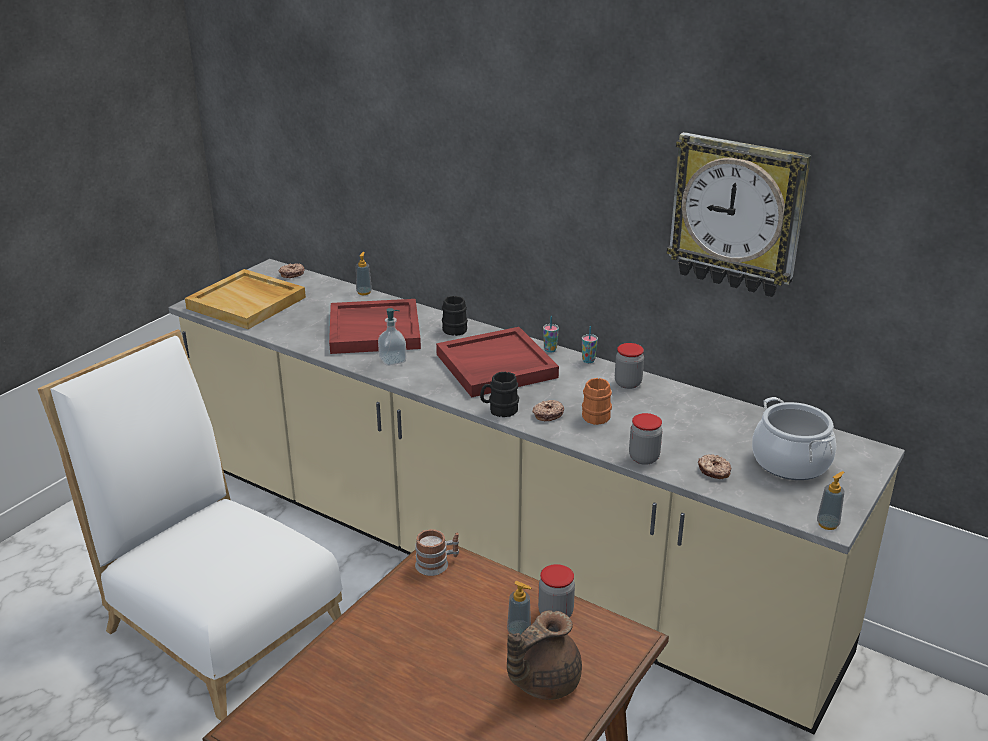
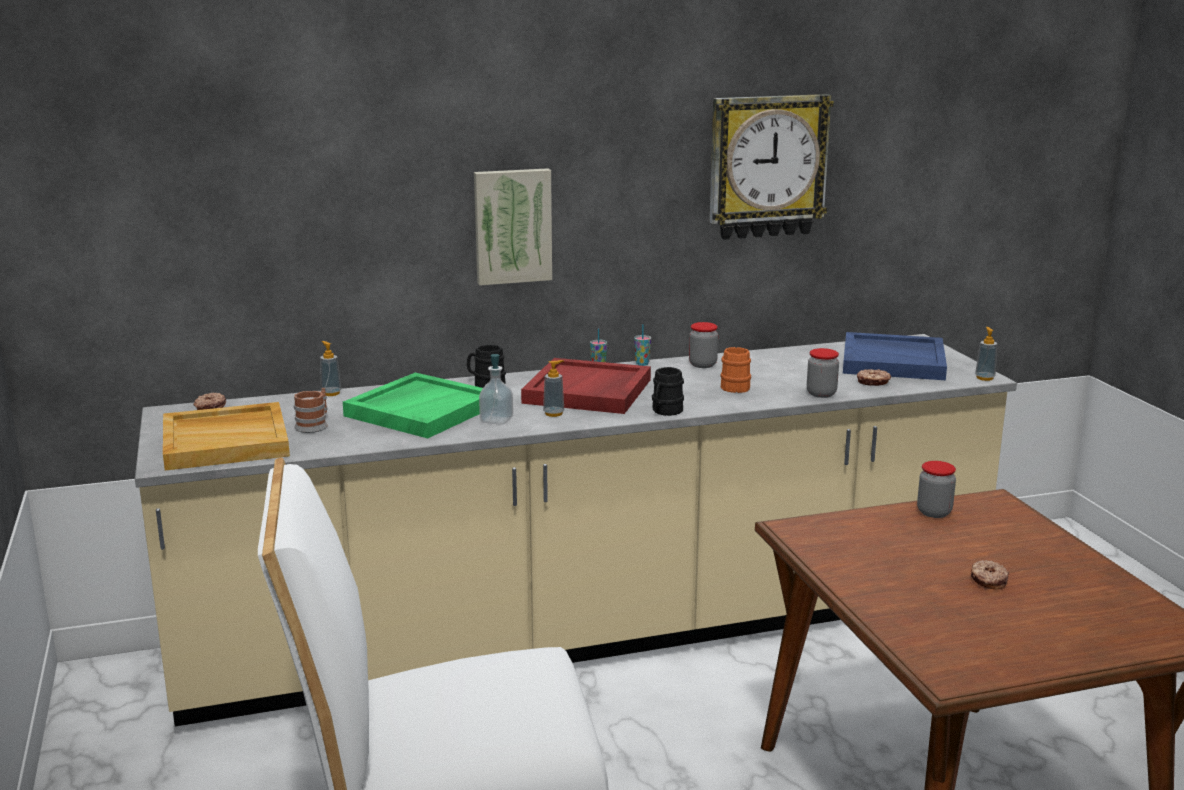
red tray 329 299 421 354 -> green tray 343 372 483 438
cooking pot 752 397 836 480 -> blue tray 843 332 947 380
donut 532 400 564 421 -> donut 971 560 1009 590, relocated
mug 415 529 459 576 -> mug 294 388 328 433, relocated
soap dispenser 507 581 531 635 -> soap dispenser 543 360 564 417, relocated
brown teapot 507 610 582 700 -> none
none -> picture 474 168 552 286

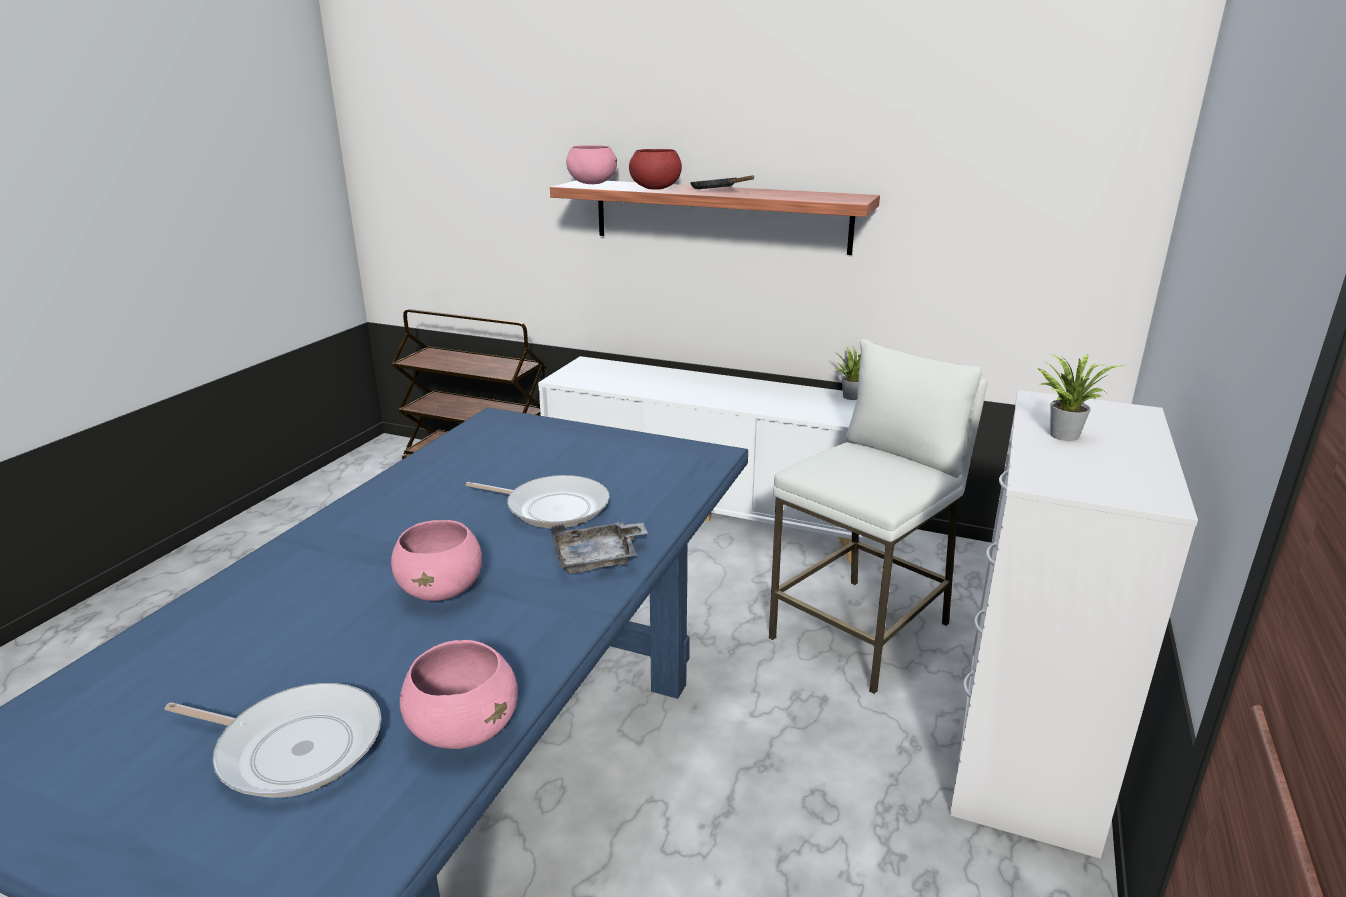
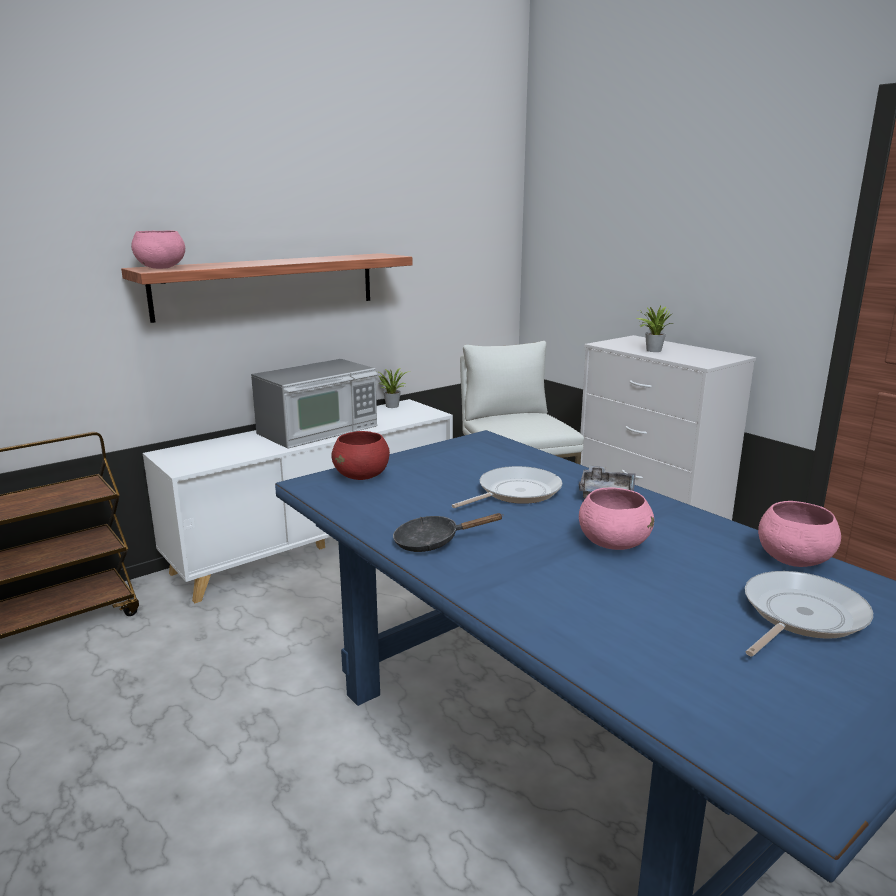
red bowl 629 149 682 189 -> red bowl 332 431 390 480, relocated
black frying pan 690 175 755 189 -> black frying pan 393 513 503 552, relocated
none -> microwave 251 359 378 449

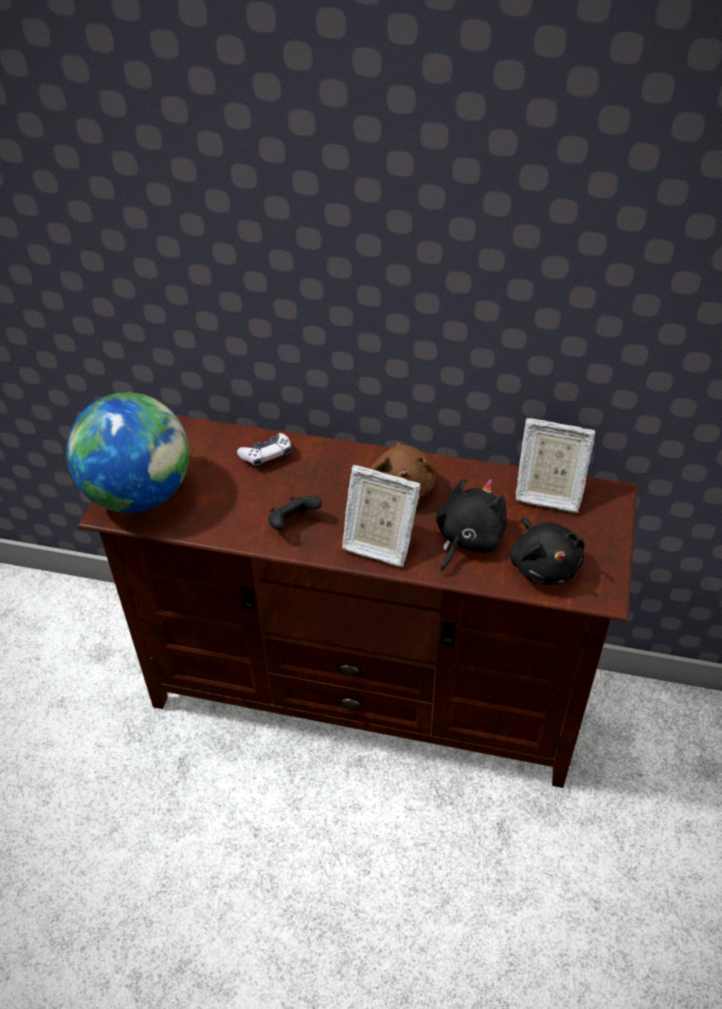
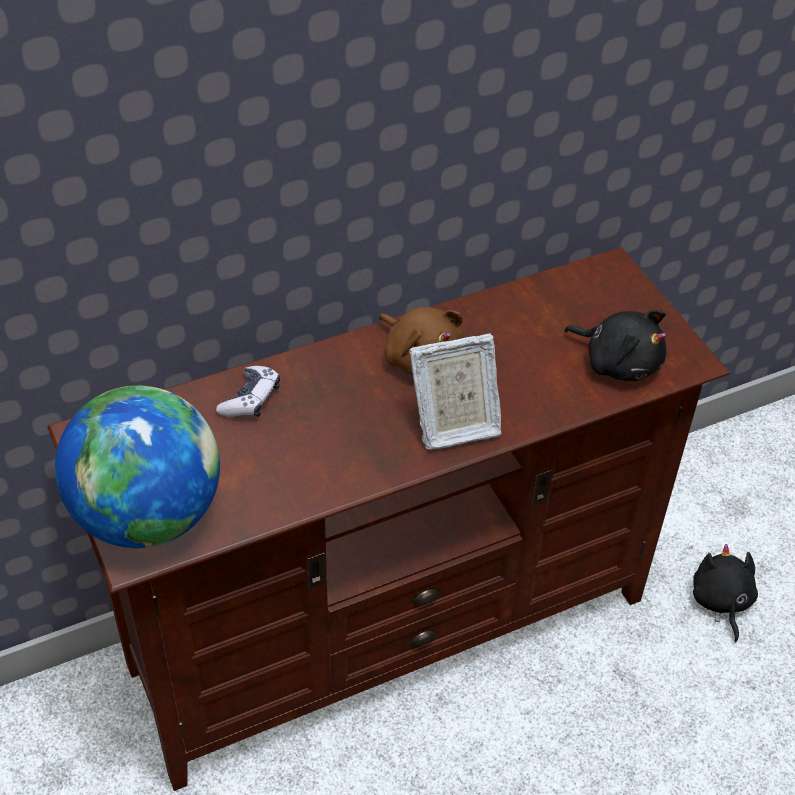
picture frame 515 418 595 513 -> none
black plush toy 436 477 507 572 -> black plush toy 693 544 758 642, relocated
black game controller 268 496 322 530 -> none

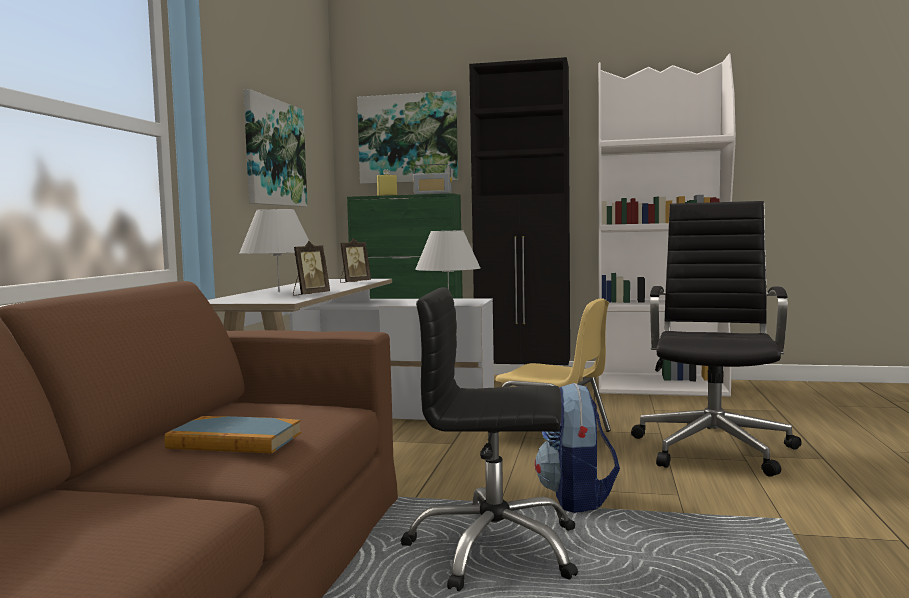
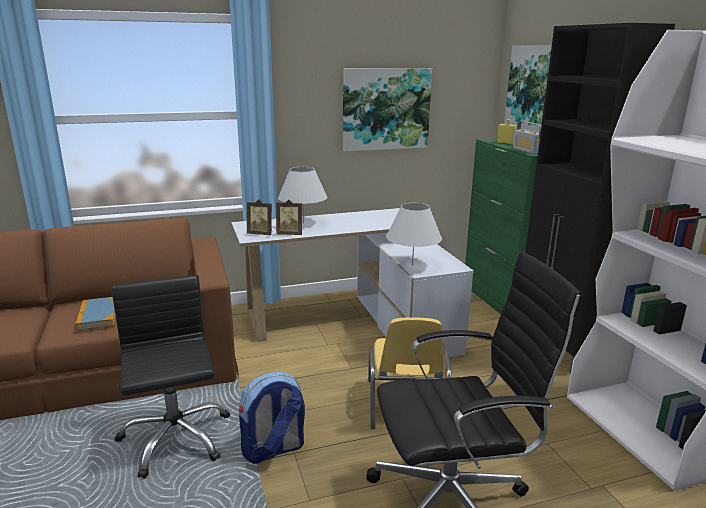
picture frame 340 238 371 283 -> picture frame 247 199 272 235, relocated

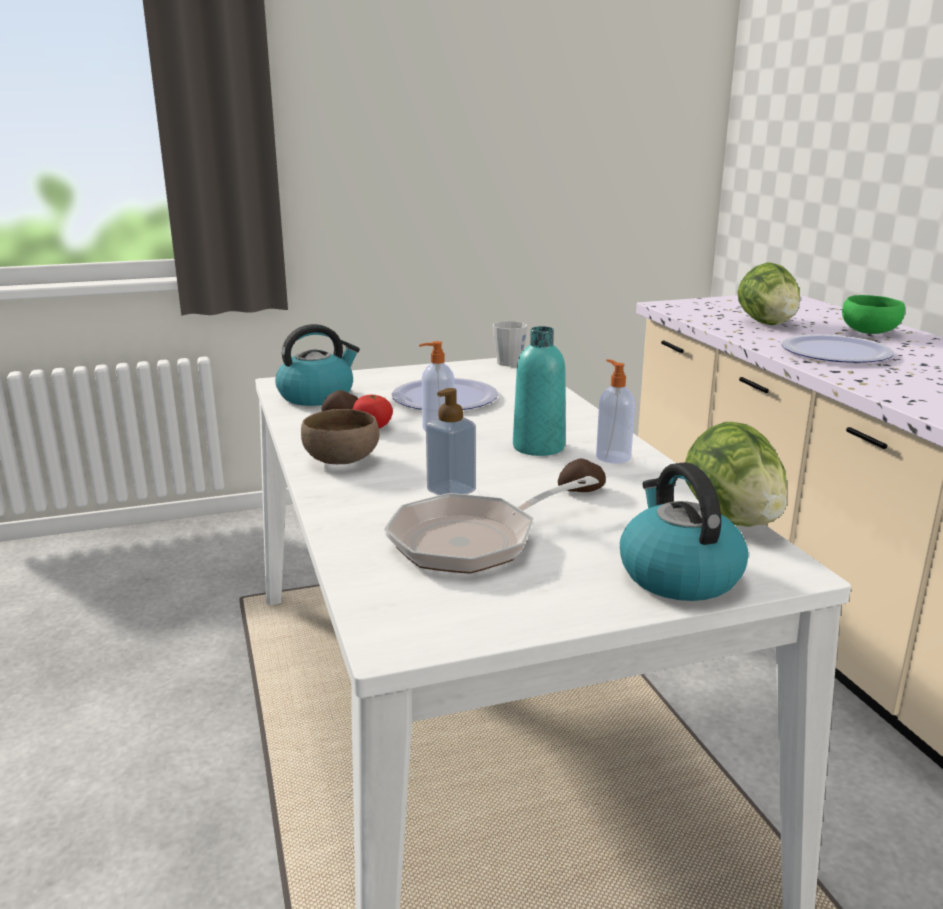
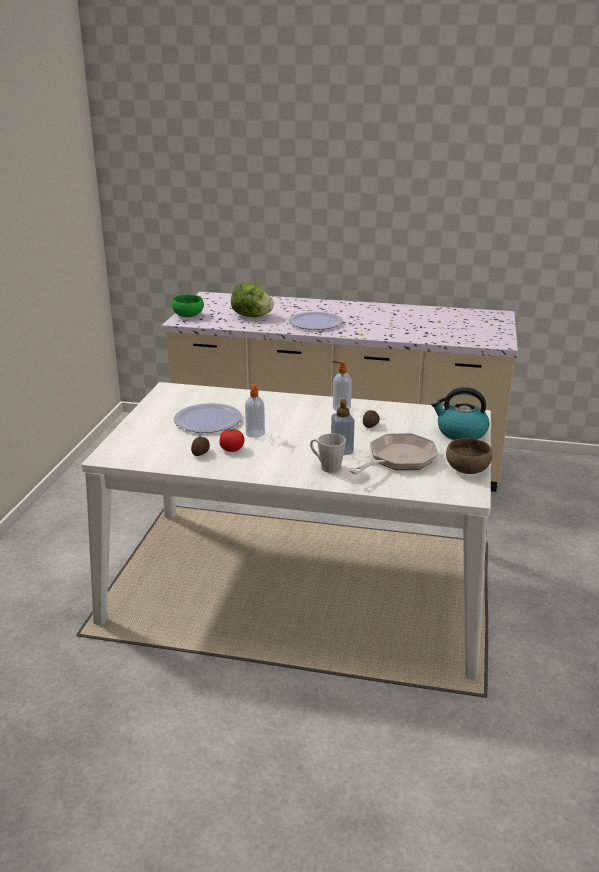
green bowl 842 295 905 334 -> green bowl 172 295 204 317, relocated
grey mug 493 321 527 366 -> grey mug 310 434 346 473, relocated
kettle 275 324 360 406 -> none
turquoise bottle 513 326 565 456 -> none
brown bowl 301 409 379 464 -> brown bowl 446 438 493 474, relocated
lettuce 685 422 787 527 -> none
frying pan 384 476 599 574 -> frying pan 350 433 439 474, 135 degrees counterclockwise

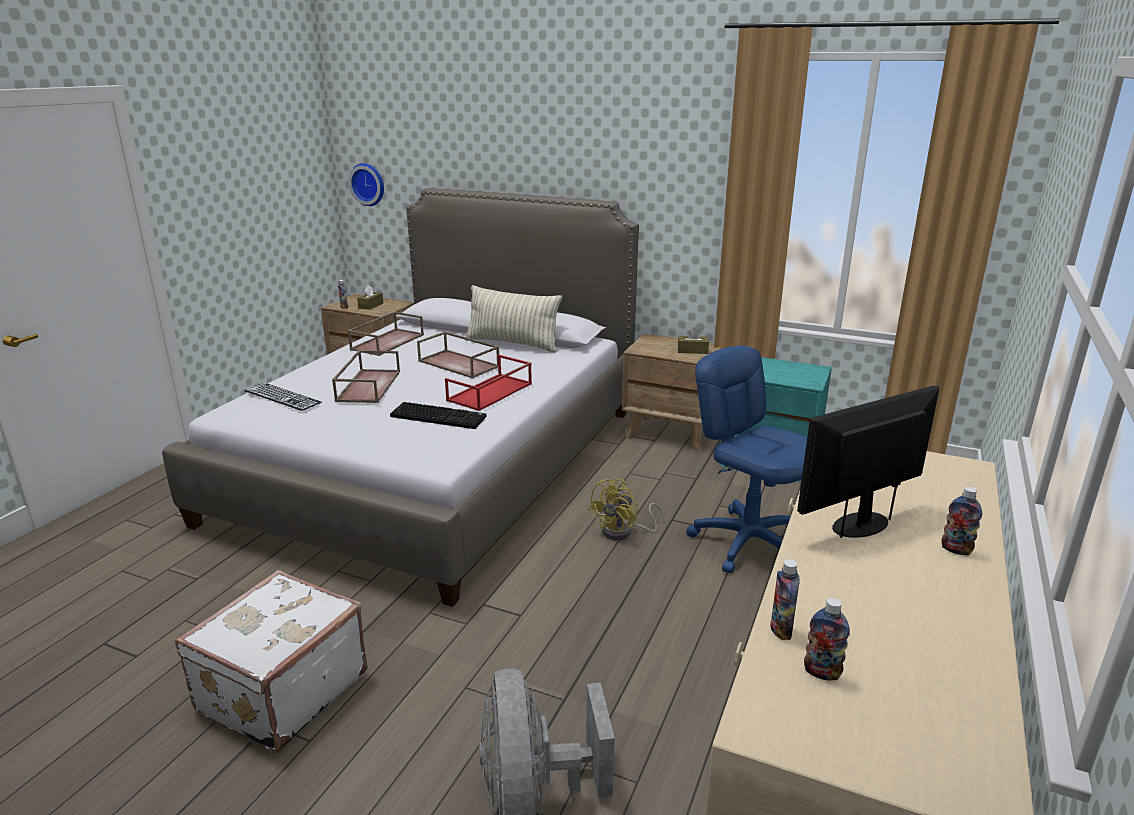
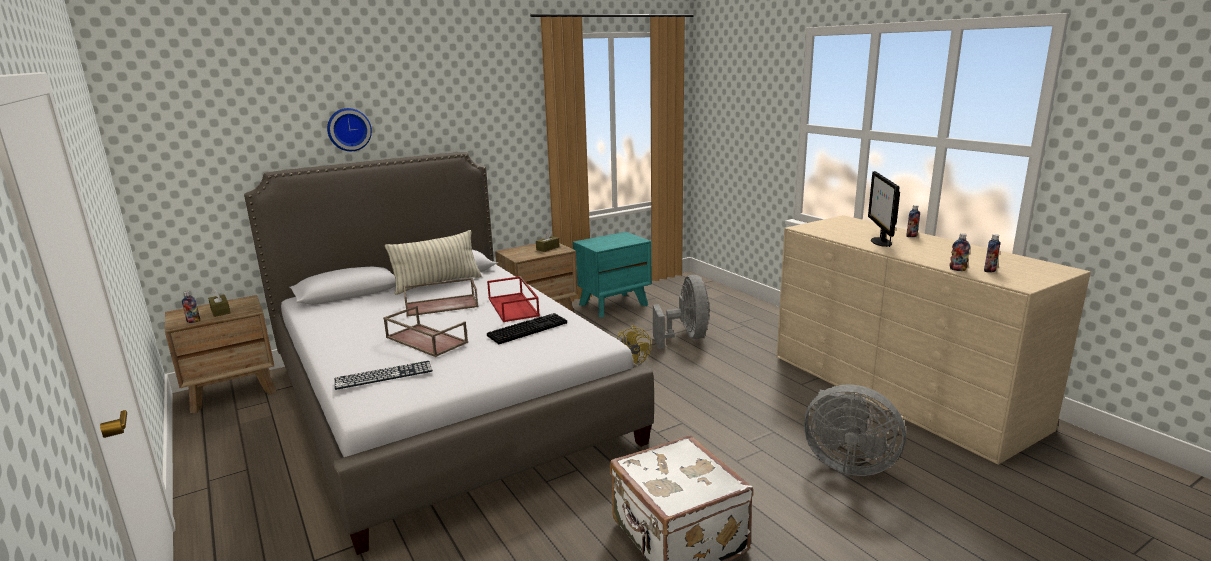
wall clock 349 163 384 206 -> wall clock 327 108 372 151, relocated
brown tray 348 311 424 356 -> none
blue office chair 686 346 807 573 -> grey fan 653 275 710 349

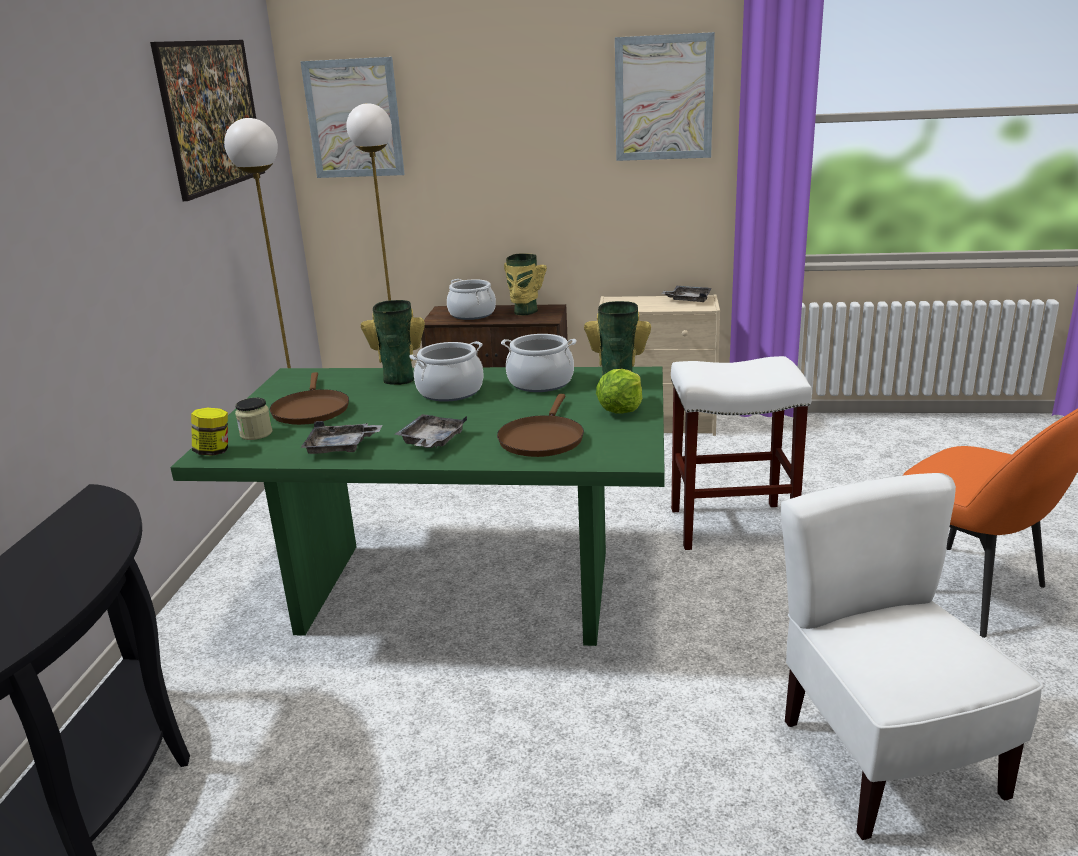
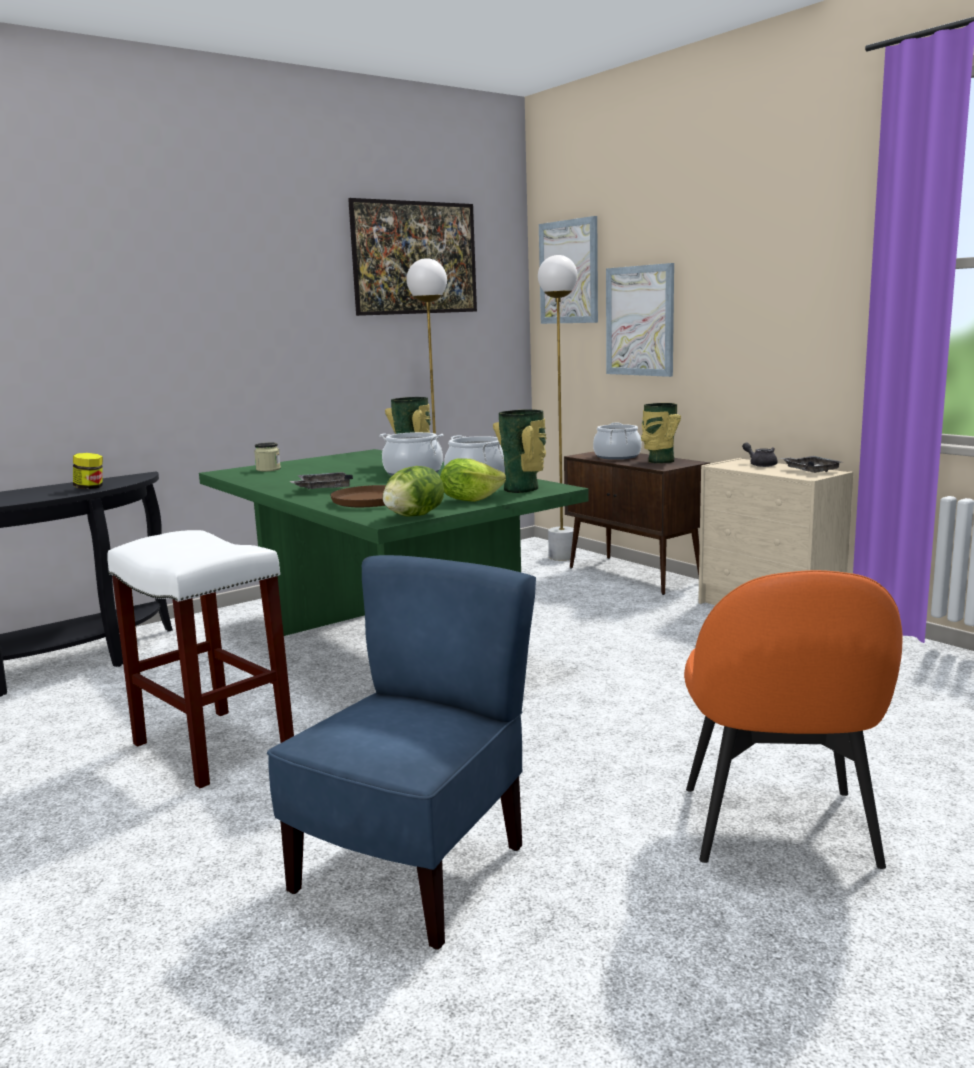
picture 615 32 715 161 -> picture 606 263 674 377, relocated
white stool 671 356 812 550 -> white stool 107 530 294 788, relocated
brown frying pan 270 372 349 425 -> none
jar 191 408 228 456 -> jar 73 453 103 489, relocated
grey tray 301 421 382 454 -> none
white chair 781 473 1044 840 -> blue chair 267 555 536 950
none -> grey teapot 742 442 778 467
none -> lettuce 383 466 444 517

